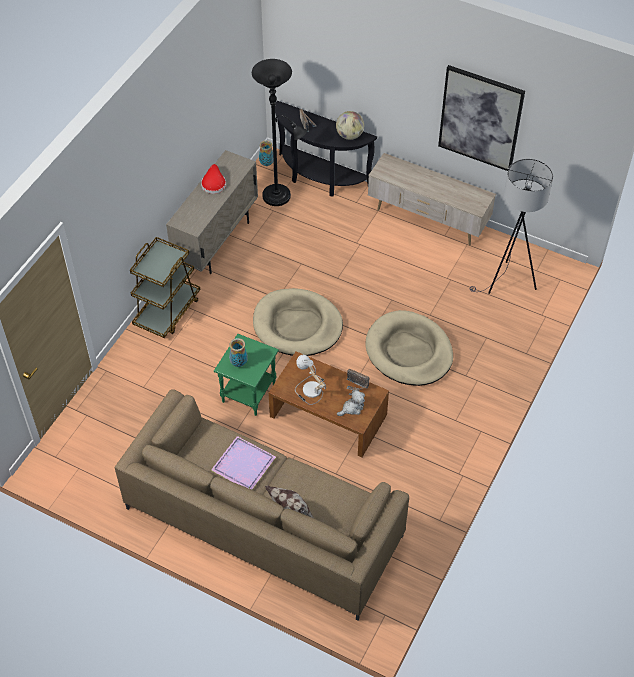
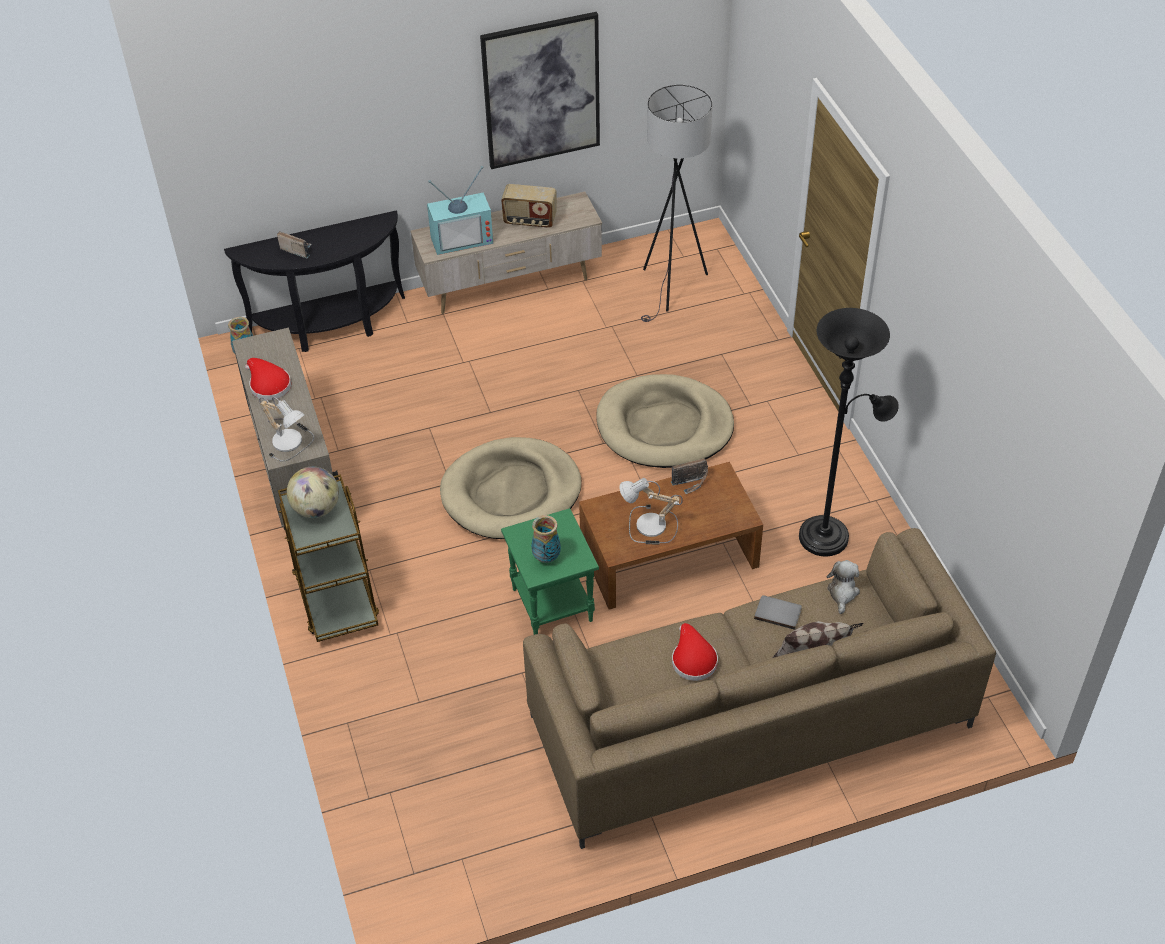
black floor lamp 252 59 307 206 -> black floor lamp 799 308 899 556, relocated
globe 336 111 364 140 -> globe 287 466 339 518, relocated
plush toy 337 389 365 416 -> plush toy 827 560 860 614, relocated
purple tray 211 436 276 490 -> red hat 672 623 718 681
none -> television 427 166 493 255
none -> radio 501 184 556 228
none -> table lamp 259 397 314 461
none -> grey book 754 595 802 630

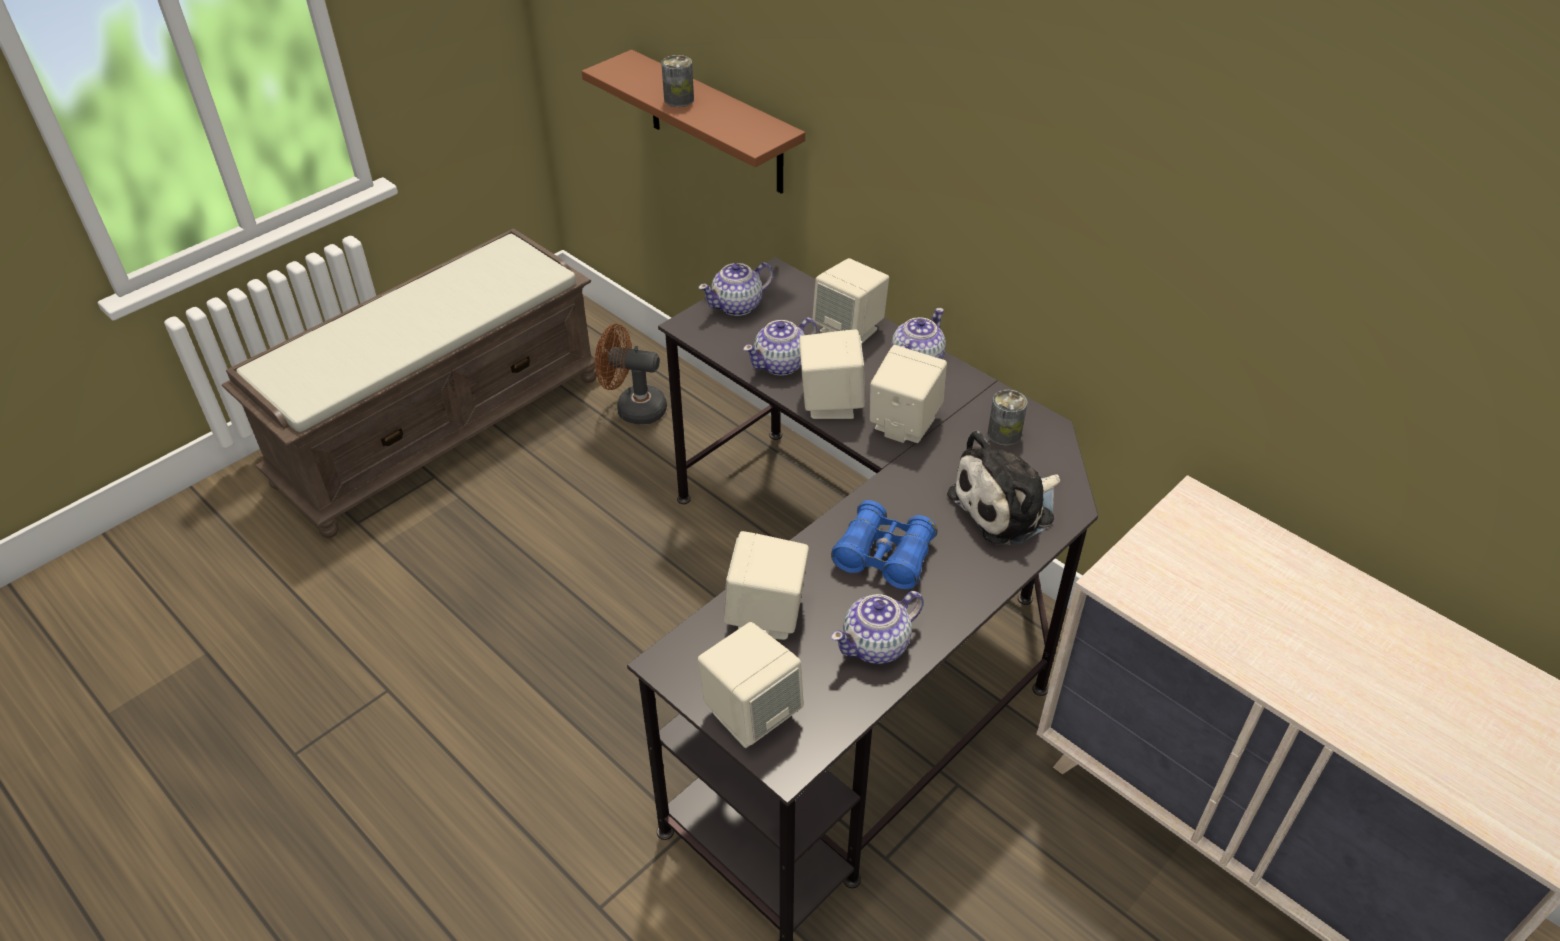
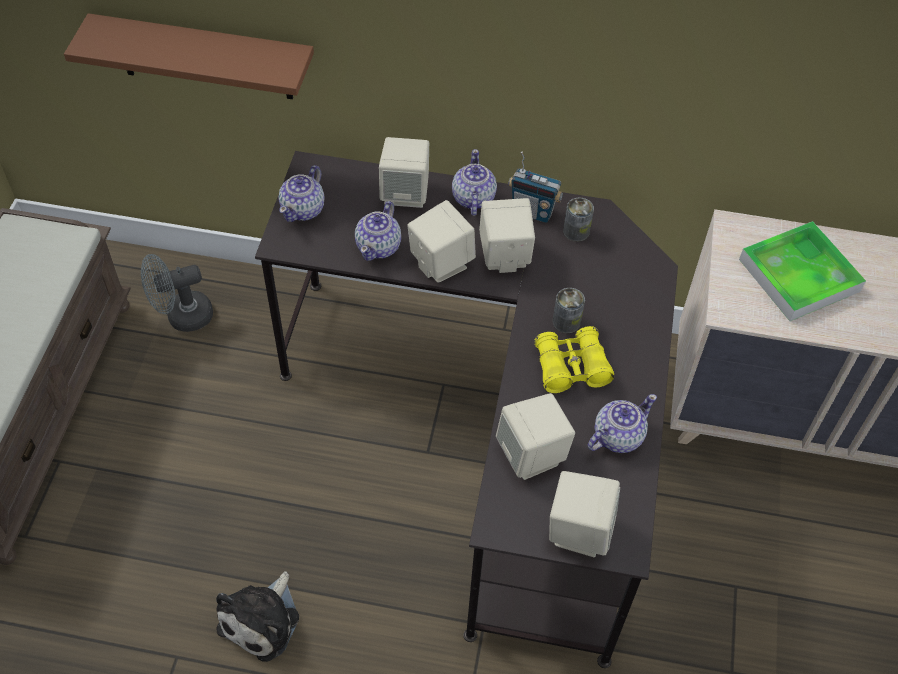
can 661 55 694 107 -> can 552 288 585 333, relocated
brown fan 595 324 667 424 -> grey fan 141 254 213 332
plush toy 947 430 1060 546 -> plush toy 216 571 299 662, relocated
blue binoculars 831 500 937 589 -> yellow binoculars 534 326 614 393
teapot 831 591 923 664 -> teapot 588 394 657 453, 150 degrees counterclockwise
none -> radio 508 151 563 223
none -> tray 739 221 866 321

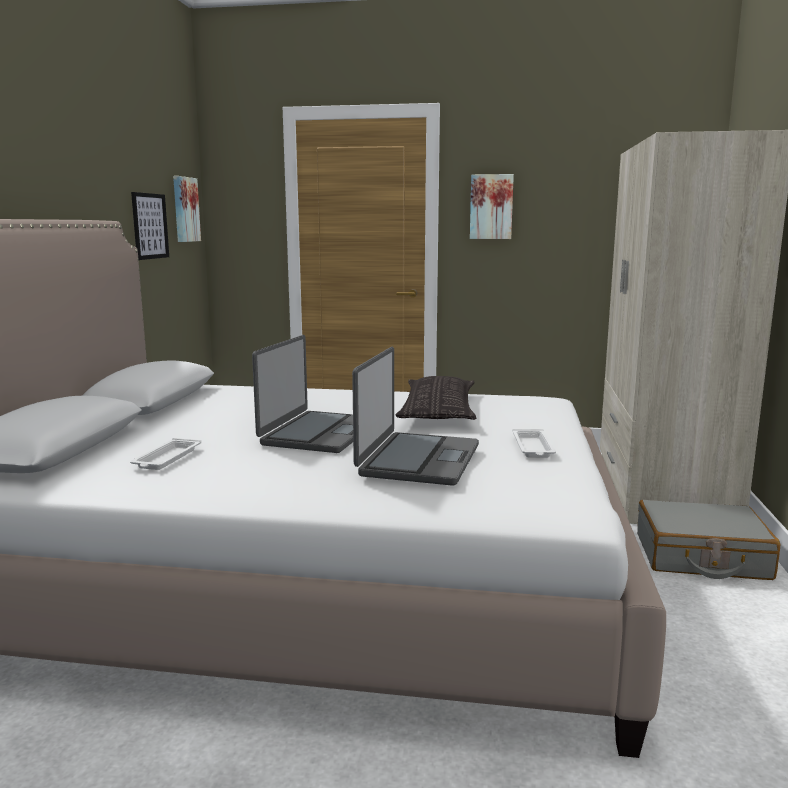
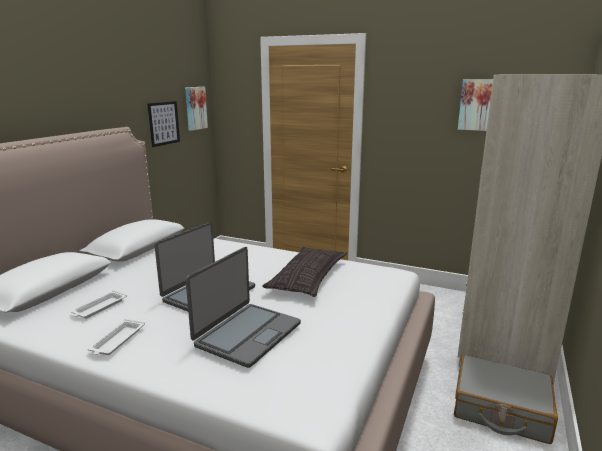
picture 470 174 514 239 -> picture 458 79 493 131, relocated
white tray 512 429 556 458 -> white tray 88 319 145 355, relocated

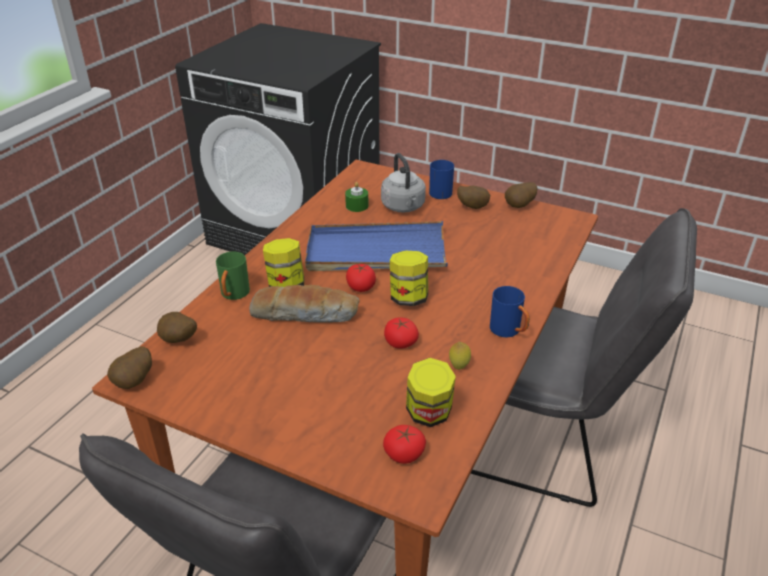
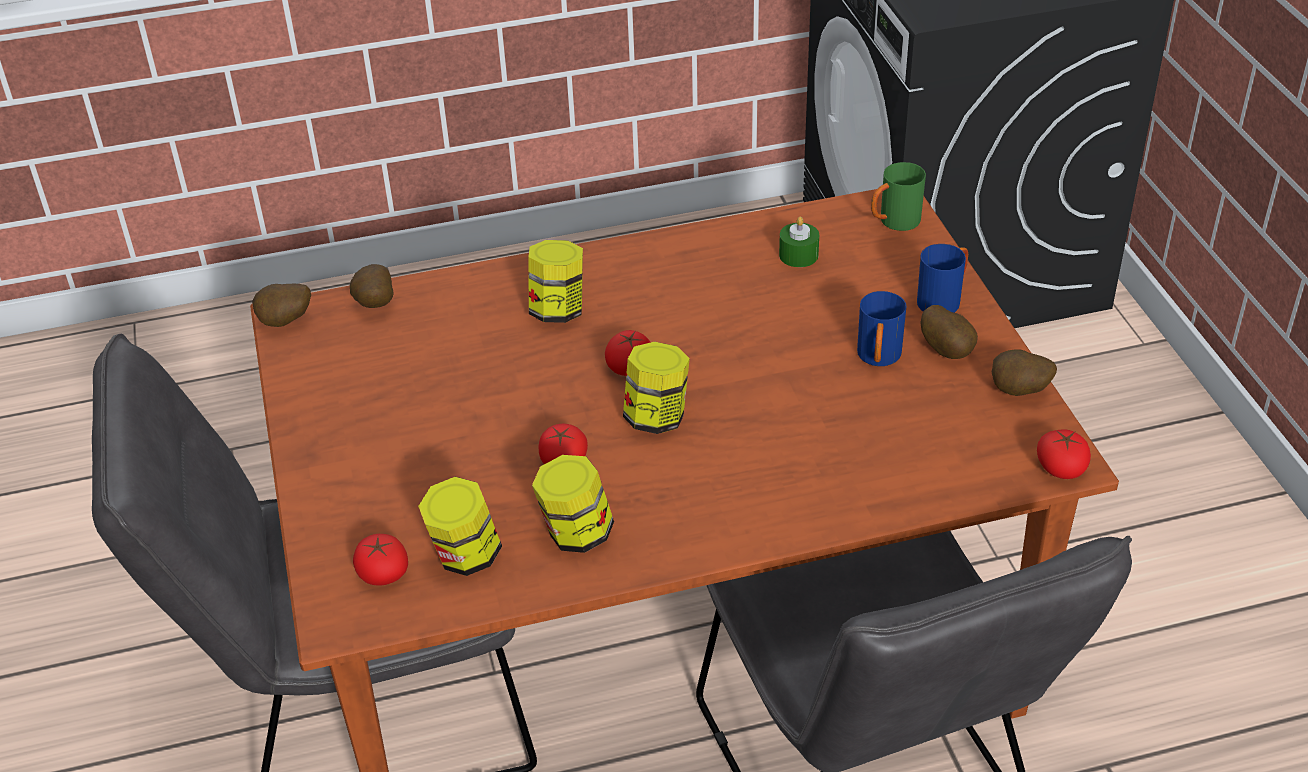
grey kettle 381 153 426 213 -> none
blue tray 305 221 448 271 -> none
green mug 216 251 250 300 -> green mug 871 162 926 231, relocated
bread 249 285 359 323 -> none
blue mug 490 286 530 337 -> blue mug 857 291 906 366, relocated
lemon 449 341 471 370 -> jar 532 455 614 553
none -> tomato 1037 429 1091 479

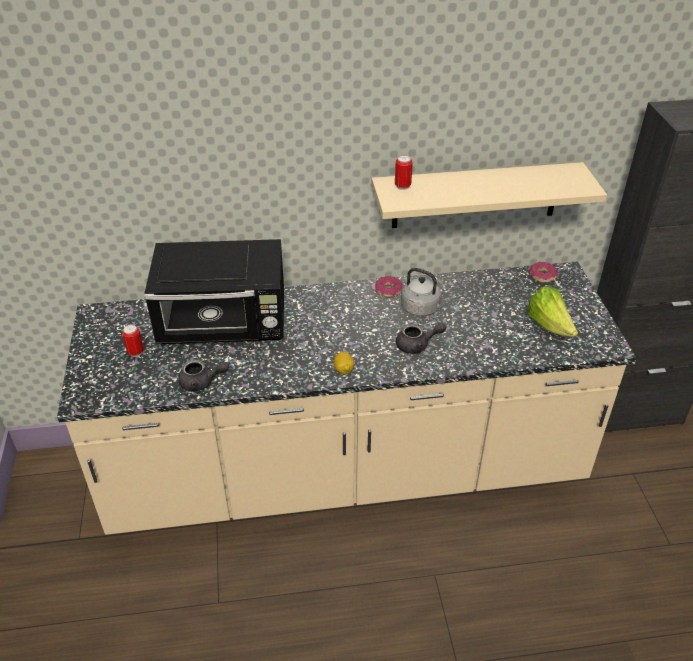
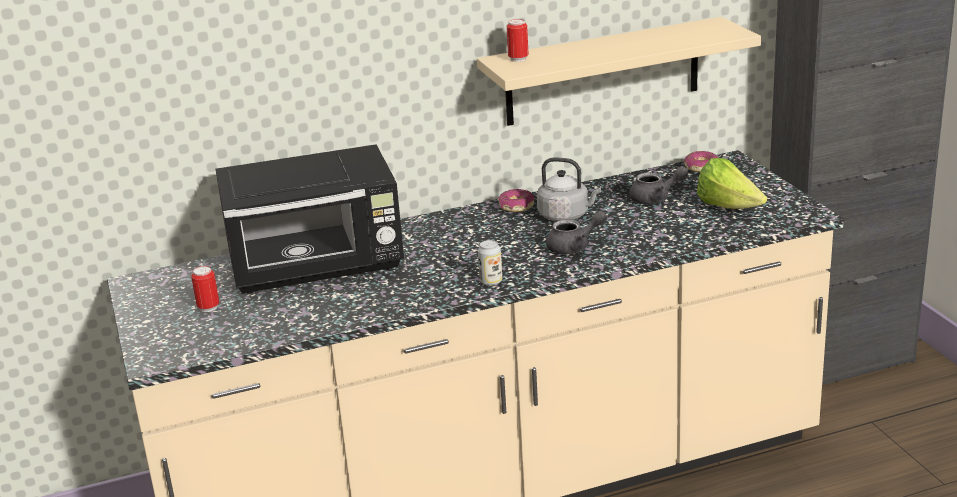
lemon 334 352 354 374 -> can 478 240 502 286
grey teapot 178 359 229 392 -> grey teapot 629 166 688 204, relocated

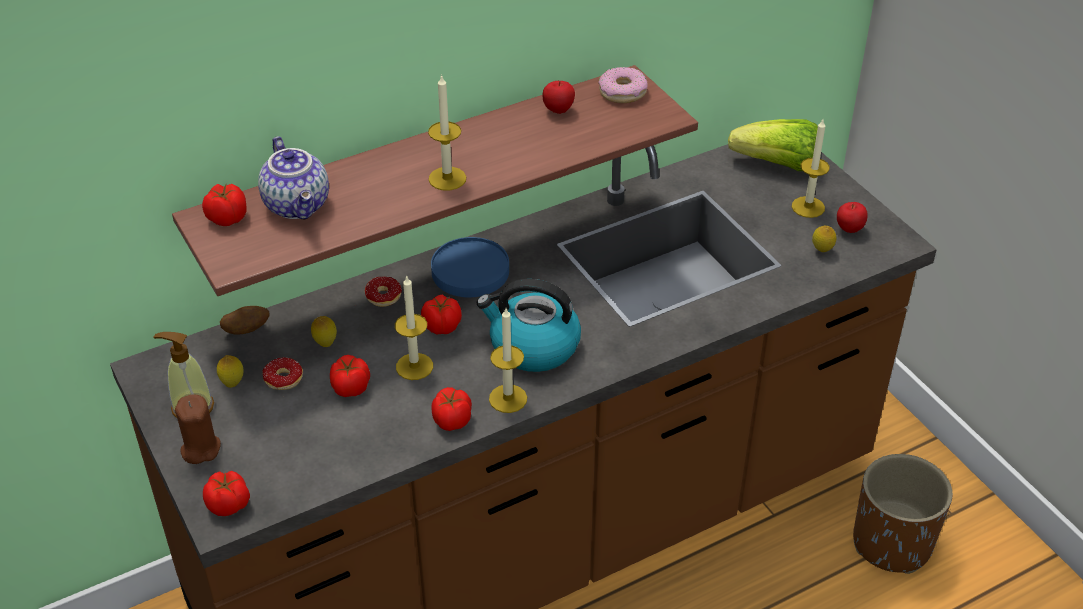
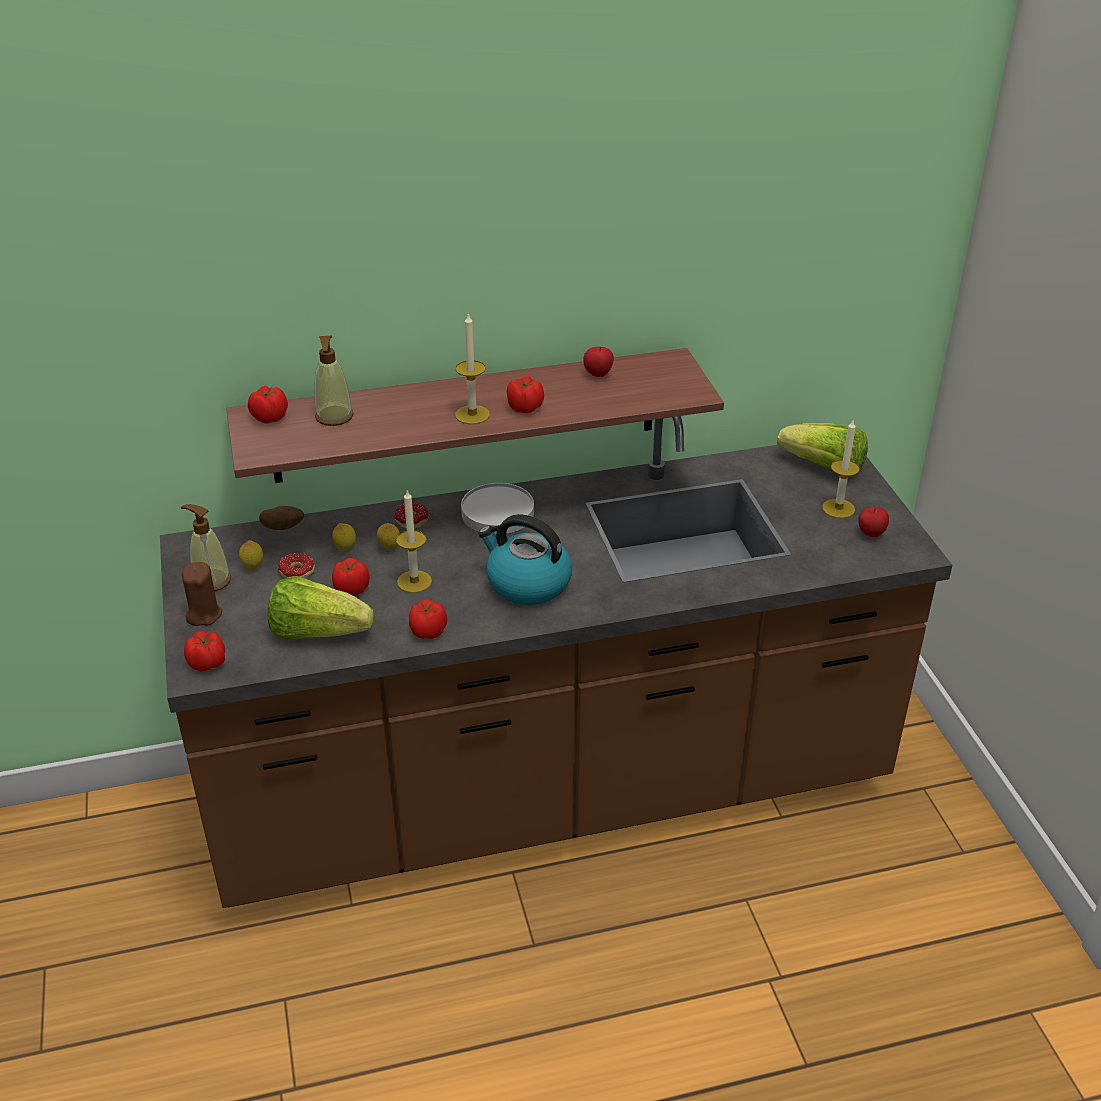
donut 598 67 648 103 -> none
teapot 258 136 329 219 -> soap dispenser 314 336 354 426
lemon 812 226 836 252 -> lemon 377 523 400 550, relocated
blue plate 431 237 509 297 -> white plate 461 483 534 535
tomato 421 294 462 334 -> tomato 506 376 544 413, relocated
candle 489 308 527 413 -> none
brown planter 853 454 952 574 -> none
none -> lettuce 267 576 374 639

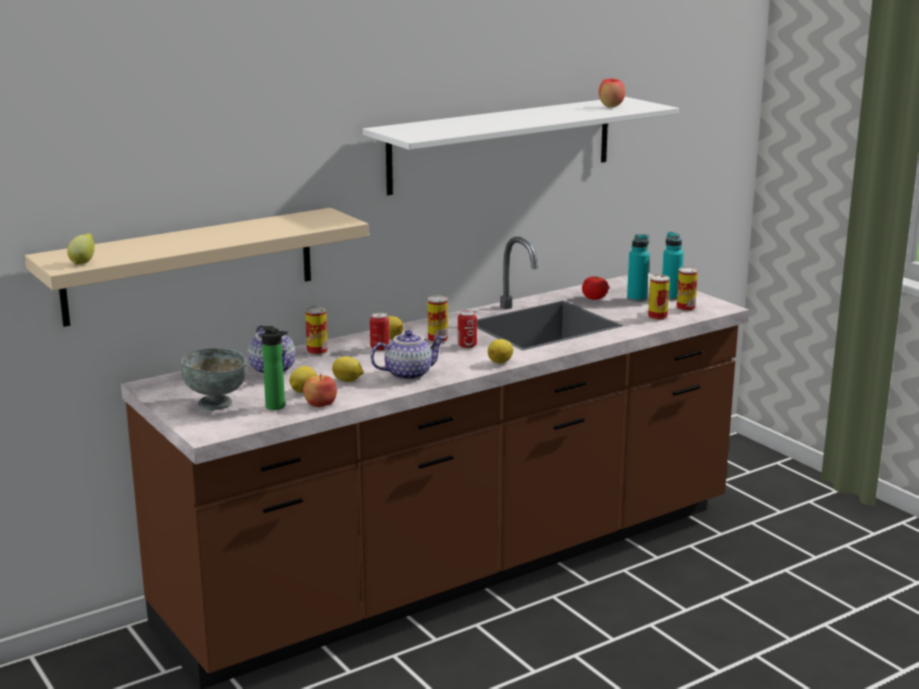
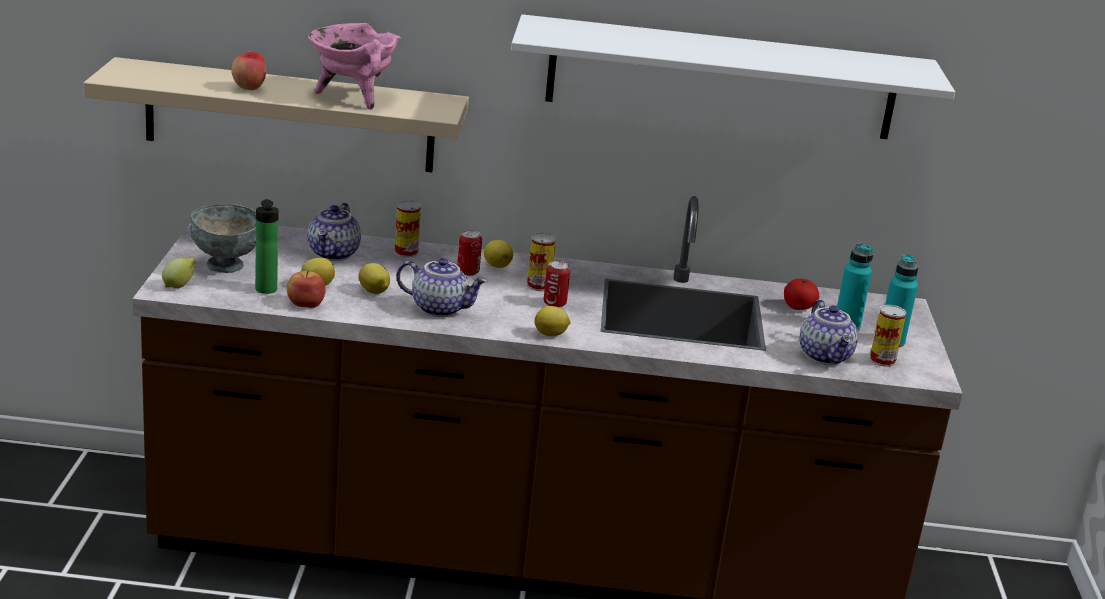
apple 599 78 625 107 -> apple 231 52 266 90, relocated
lemon 67 233 95 265 -> lemon 162 258 197 288, relocated
can 648 275 670 320 -> teapot 800 299 858 365
none -> pink cooking pot 308 23 401 110

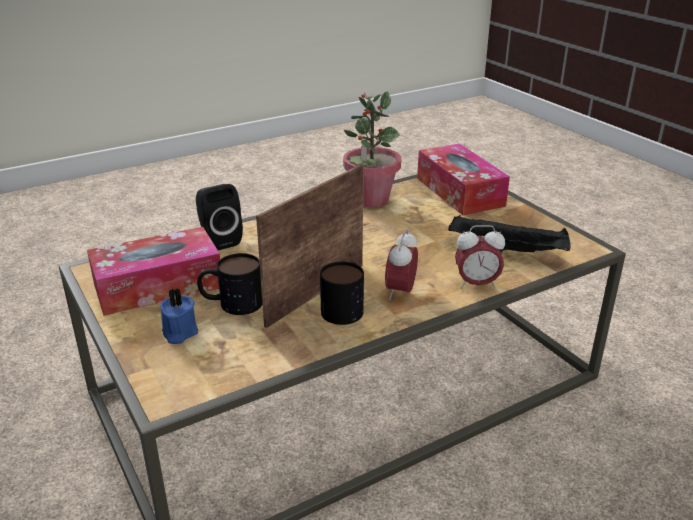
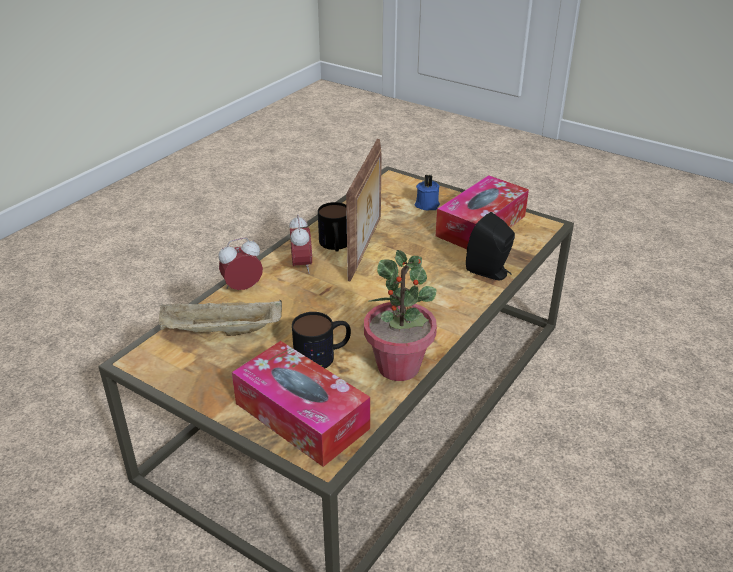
black tray 448 215 571 255 -> beige tray 159 300 282 336
mug 197 253 262 315 -> mug 292 312 351 369, relocated

